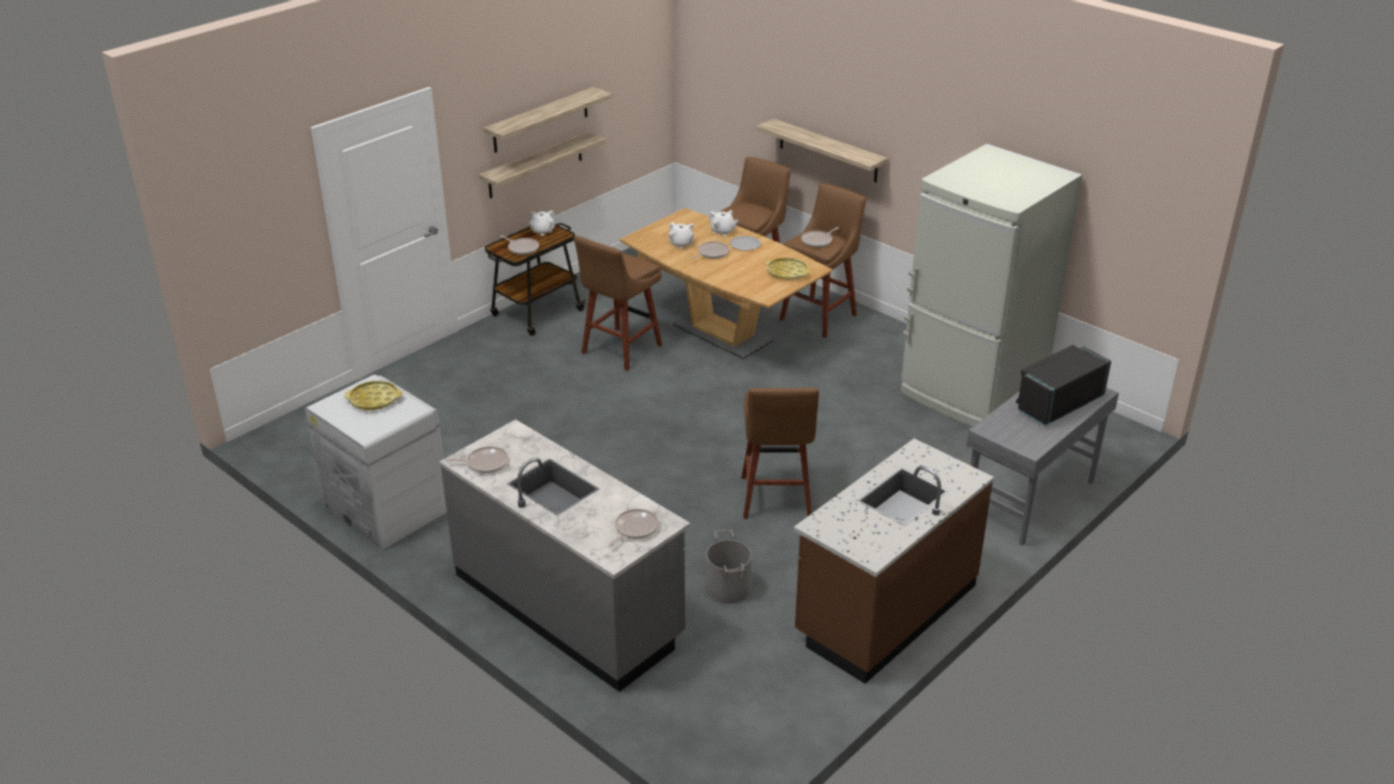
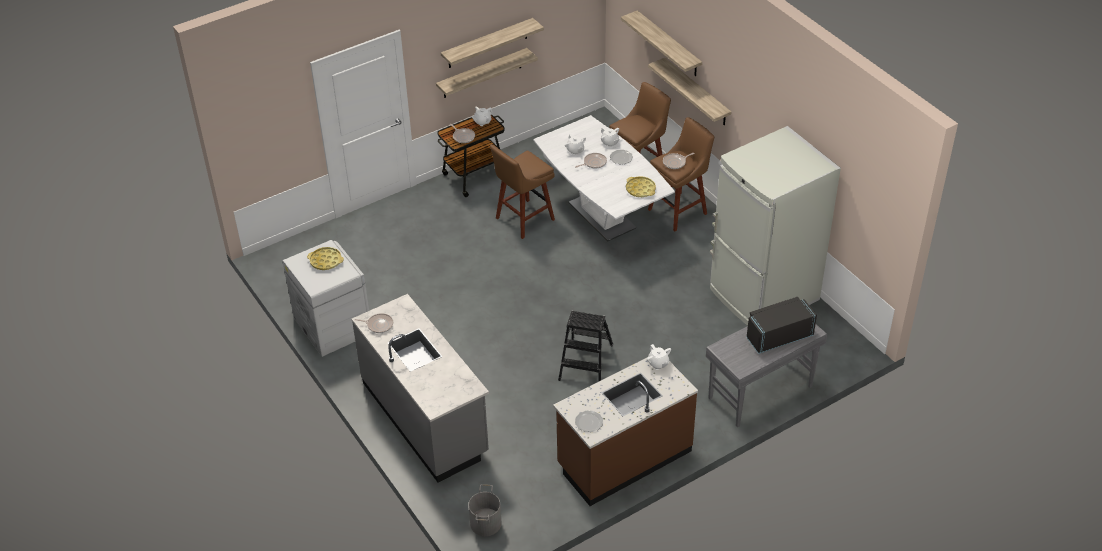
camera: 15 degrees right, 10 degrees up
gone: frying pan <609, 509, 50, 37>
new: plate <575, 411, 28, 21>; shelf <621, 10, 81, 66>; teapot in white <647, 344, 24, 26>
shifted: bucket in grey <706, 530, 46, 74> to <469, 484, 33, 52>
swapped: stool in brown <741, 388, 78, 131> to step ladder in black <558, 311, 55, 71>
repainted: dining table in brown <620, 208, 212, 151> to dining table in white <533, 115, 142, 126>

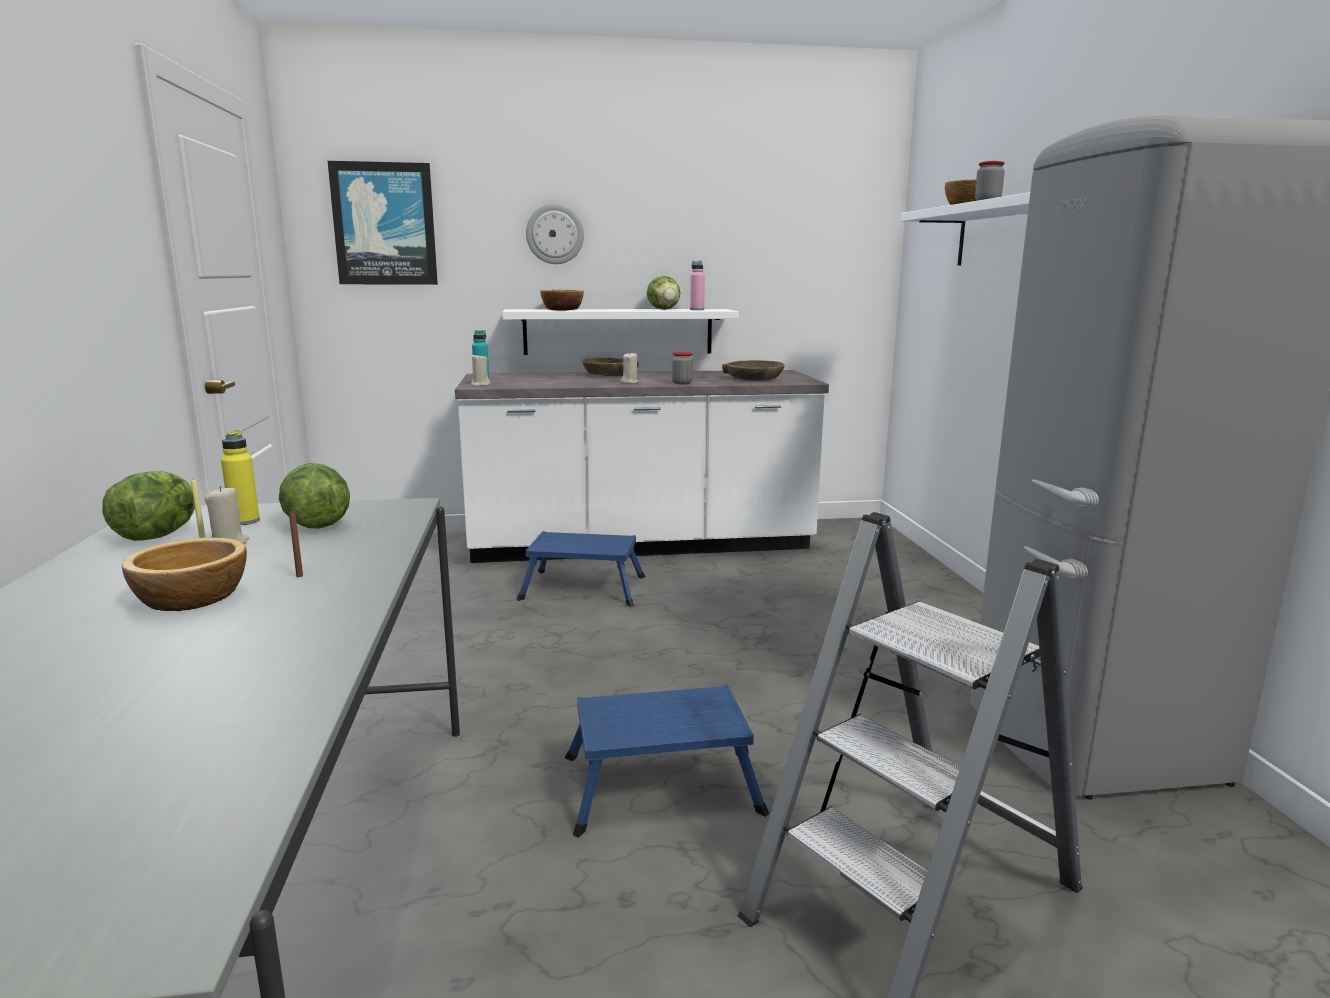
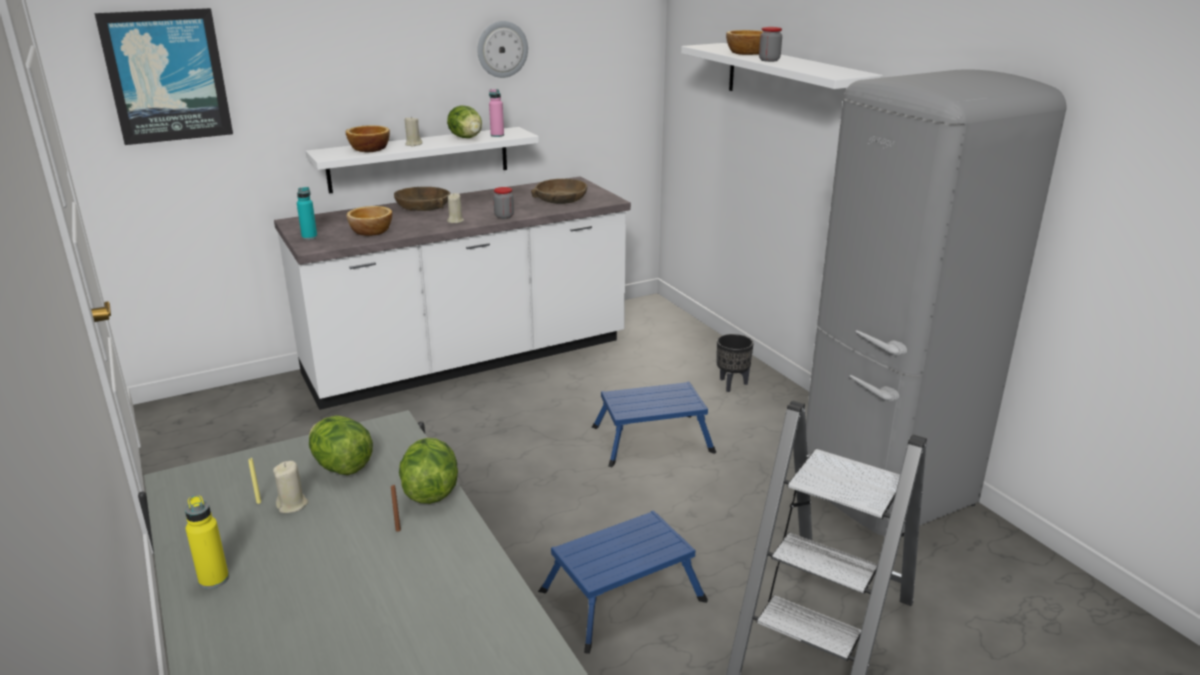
camera: 20 degrees left, 10 degrees up
new: planter in black <717, 334, 37, 58>
shifted: bottle in yellow <221, 430, 39, 95> to <185, 495, 44, 94>; bowl <122, 538, 125, 73> to <346, 206, 46, 30>; lettuce <102, 471, 93, 70> to <399, 438, 59, 66>; candle in beige <471, 354, 20, 32> to <405, 117, 17, 30>; wall clock <526, 204, 58, 60> to <477, 21, 51, 57>; step ladder in blue <516, 531, 130, 76> to <592, 381, 124, 86>

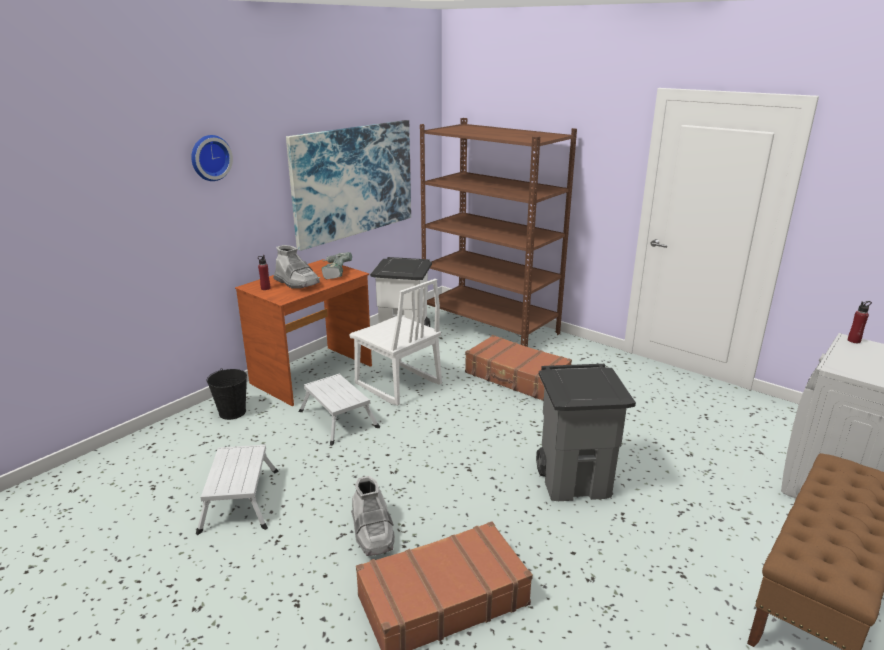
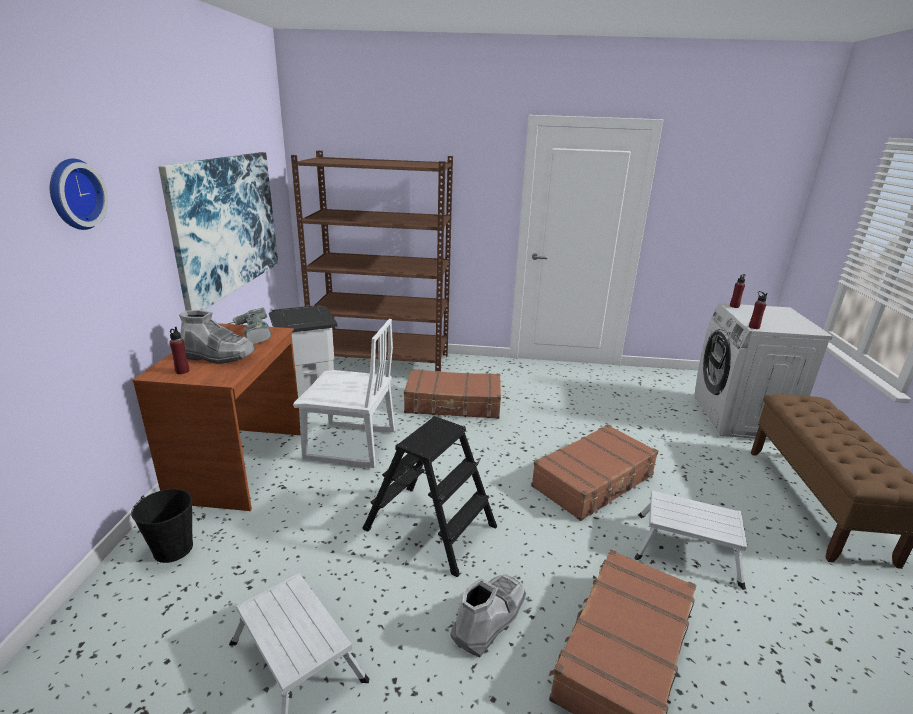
camera: 35 degrees left, 0 degrees up
new: step ladder in black <362, 416, 135, 161>; bottle in red <749, 291, 18, 38>
shifted: step ladder in white <298, 373, 82, 73> to <634, 490, 113, 100>
swapped: trash can in grey <536, 364, 100, 137> to suitcase in brown <531, 424, 127, 97>
rotated: boot in grey <351, 476, 44, 80> = <450, 575, 76, 83> 90 degrees counterclockwise

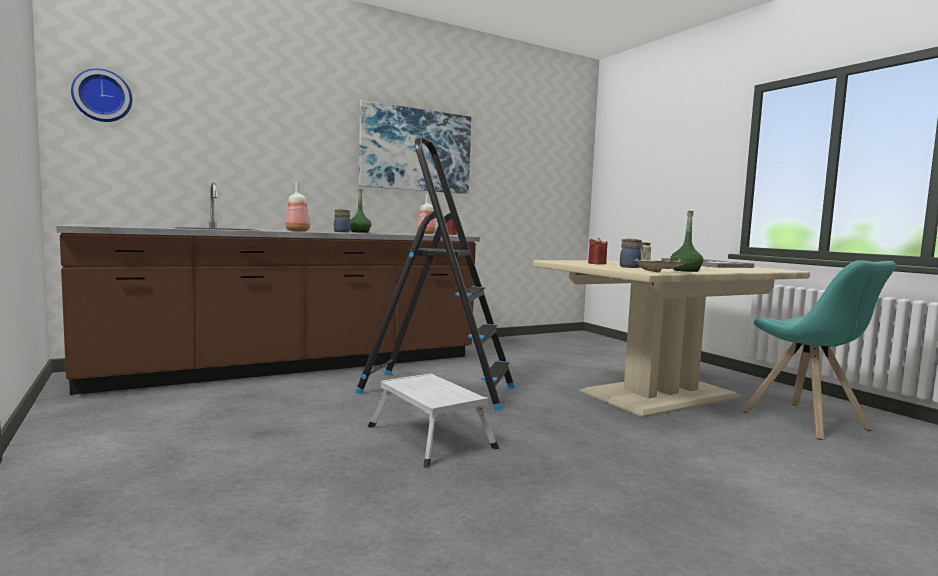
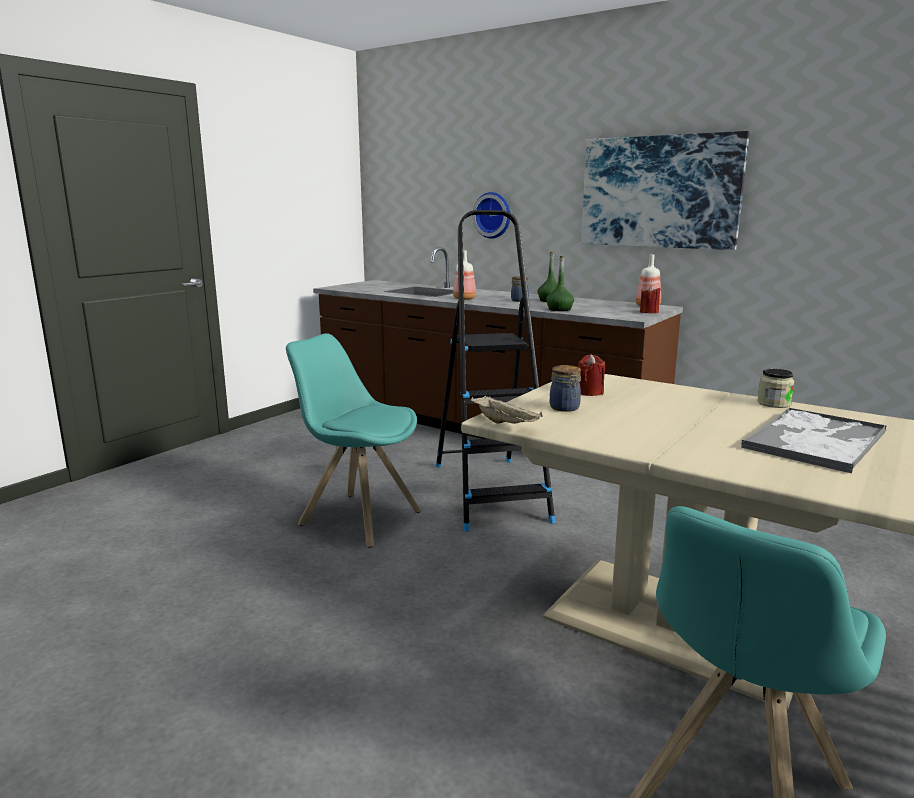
camera: 65 degrees right, 10 degrees up
shifted: wall clock <71, 68, 61, 54> to <472, 192, 39, 47>; bottle in green <670, 211, 33, 61> to <546, 256, 28, 55>
swapped: step ladder in white <367, 373, 132, 95> to chair in turquoise <286, 333, 135, 214>

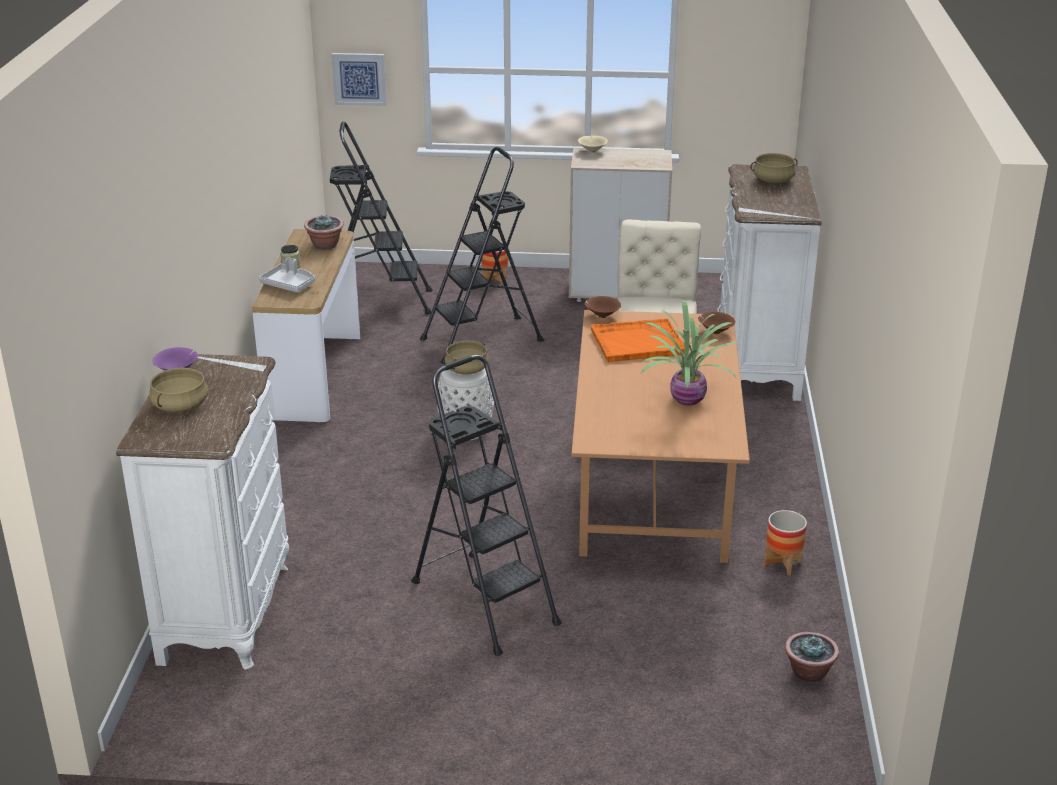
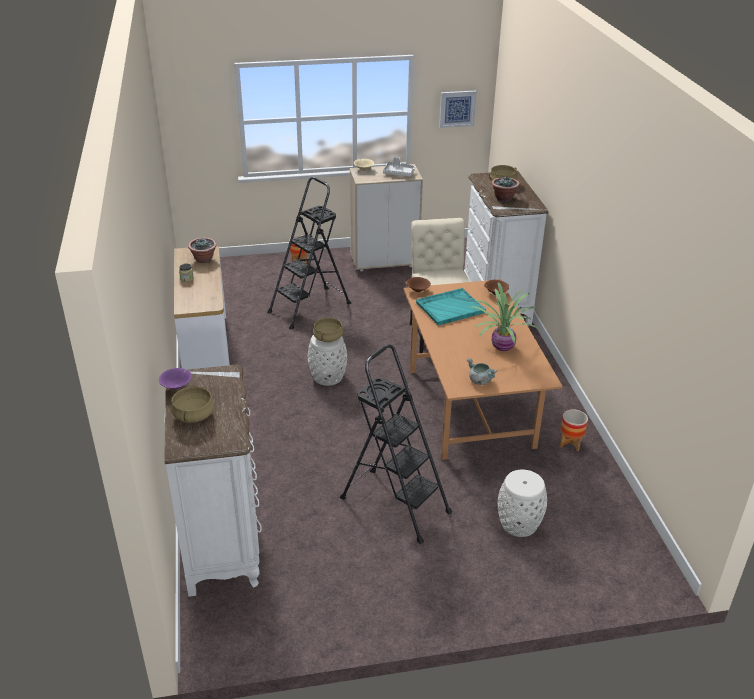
camera: 15 degrees left, 5 degrees up
gone: step ladder <330, 121, 103, 194>
new: cooking pot in grey <467, 358, 30, 27>; stool in white <498, 470, 49, 67>
shifted: tray in grey <259, 257, 56, 35> to <383, 157, 32, 20>; picture <331, 53, 56, 53> to <439, 91, 38, 37>; potted plant <785, 632, 54, 51> to <492, 177, 28, 25>
repainted: tray in orange <591, 319, 93, 43> to tray in turquoise <416, 288, 70, 38>

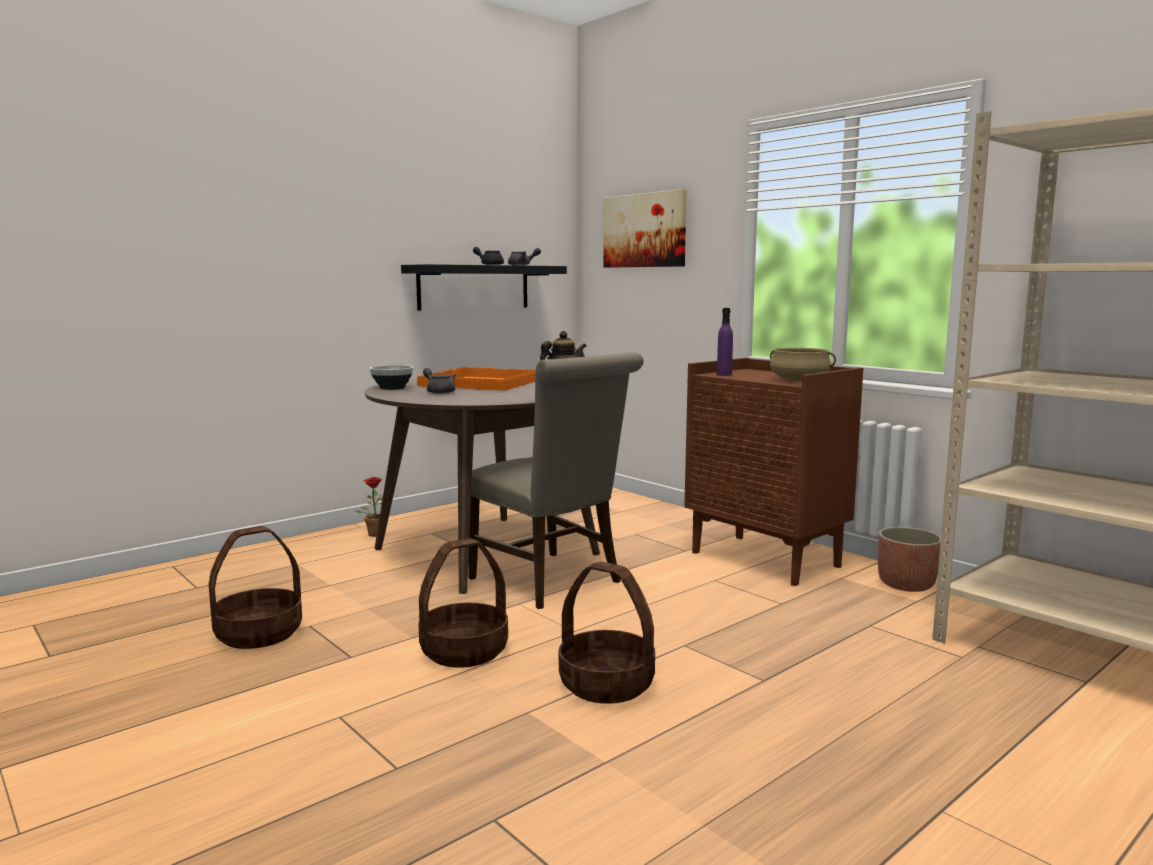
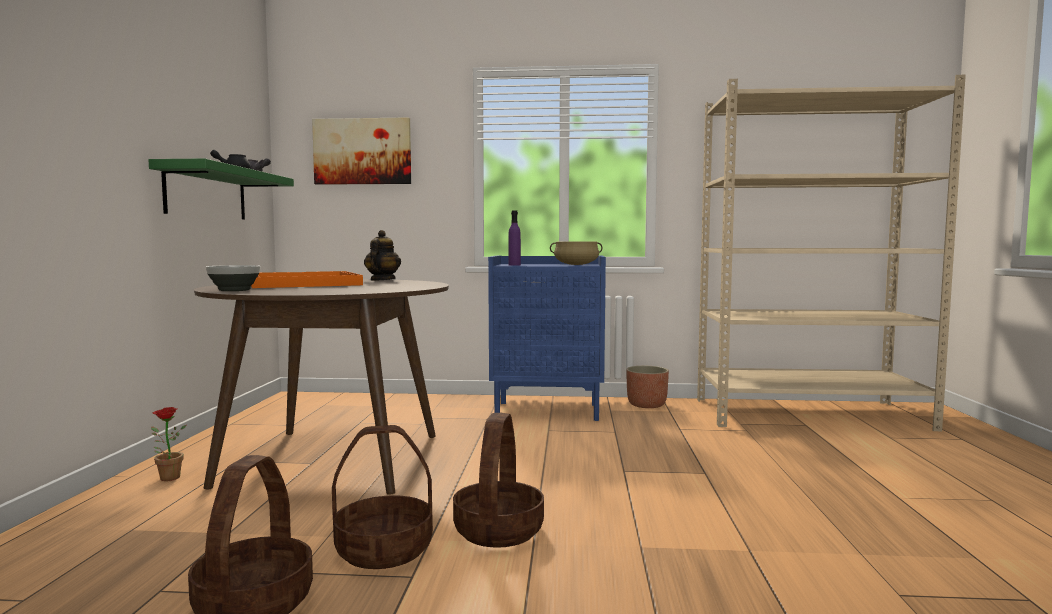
camera: 45 degrees left, 5 degrees down
gone: teapot in grey <423, 368, 33, 26>; chair in beige <469, 352, 175, 257>
shifted: basket <559, 561, 96, 143> to <332, 425, 101, 144>
repainted: shelf in black <401, 264, 166, 47> to shelf in green <148, 159, 146, 60>; cabinet in brown <684, 358, 179, 228> to cabinet in blue <488, 255, 118, 166>

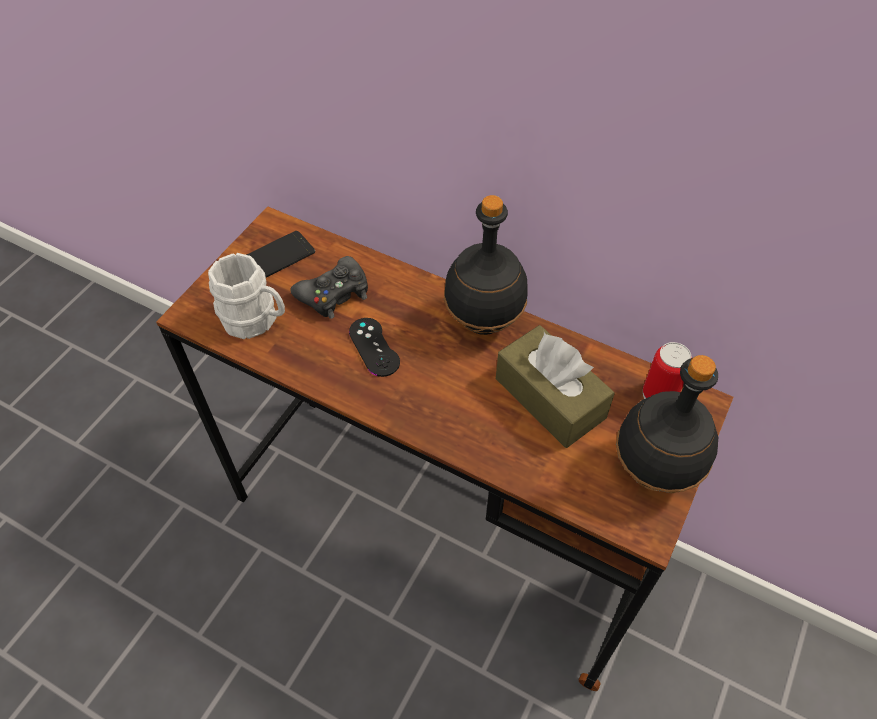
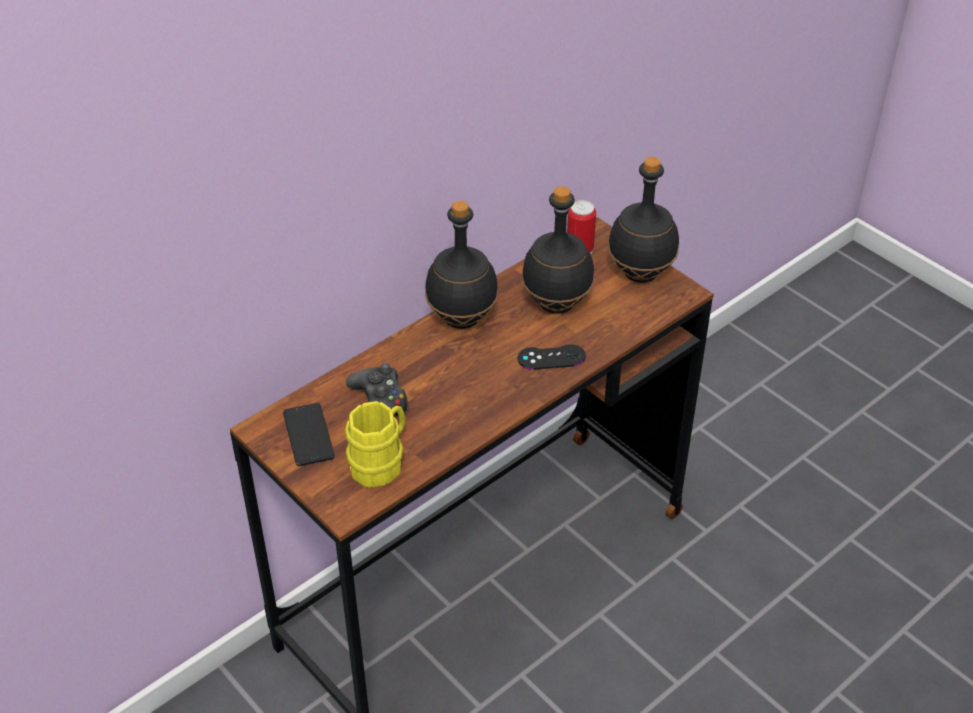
camera: 70 degrees left, 10 degrees down
shifted: game controller in black <349, 318, 51, 59> to <518, 344, 68, 26>
swapped: tissue box in brown <496, 325, 119, 123> to bottle in black <522, 186, 72, 128>
repainted: mug in white <208, 253, 77, 86> to mug in yellow <345, 401, 60, 87>

